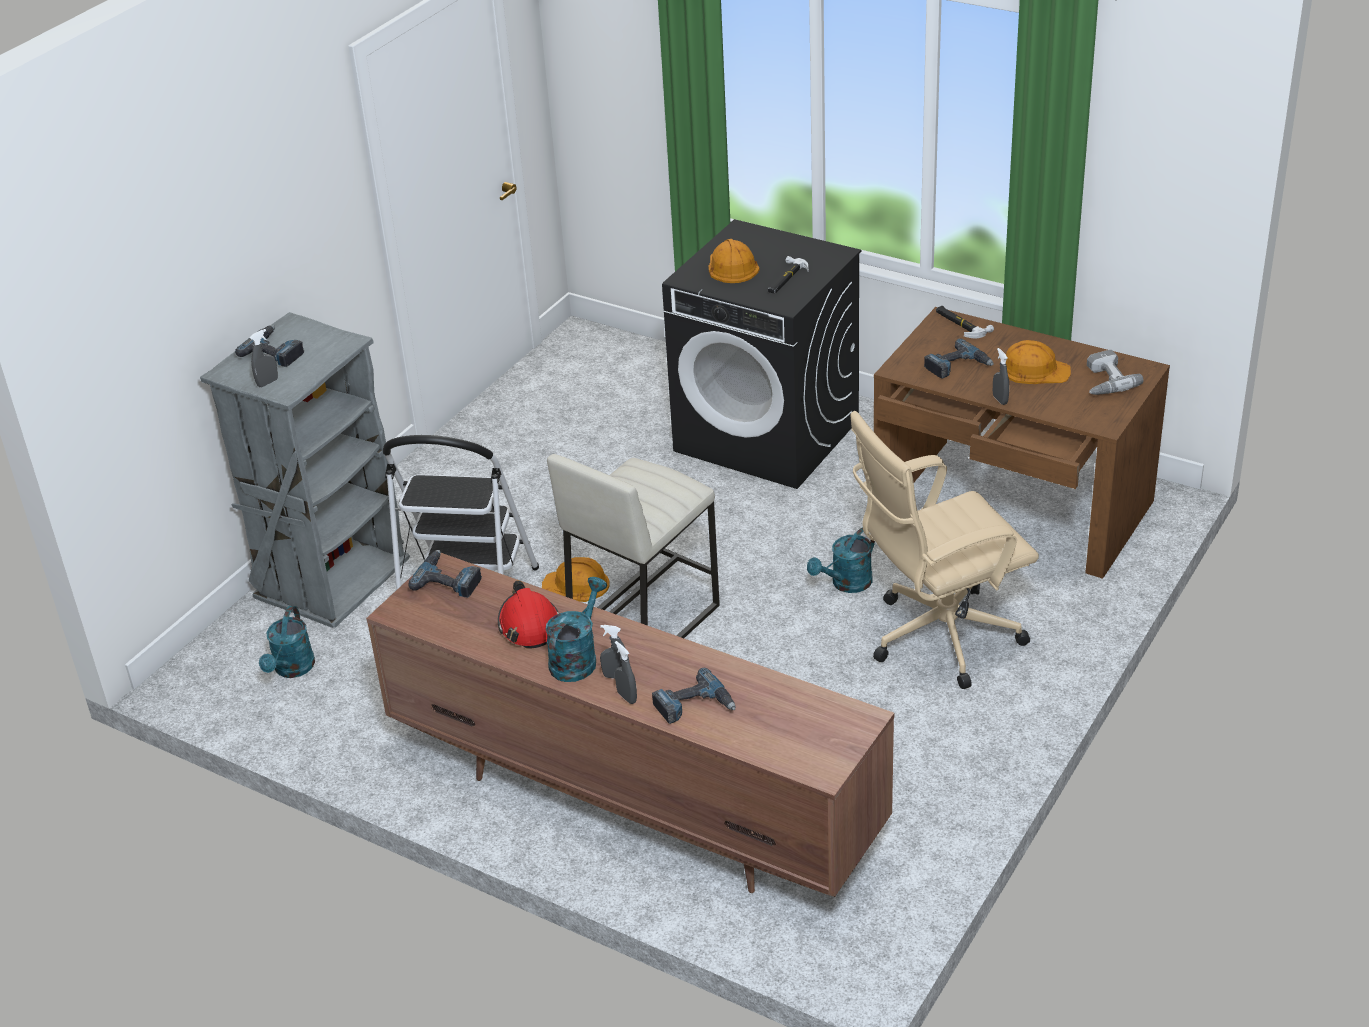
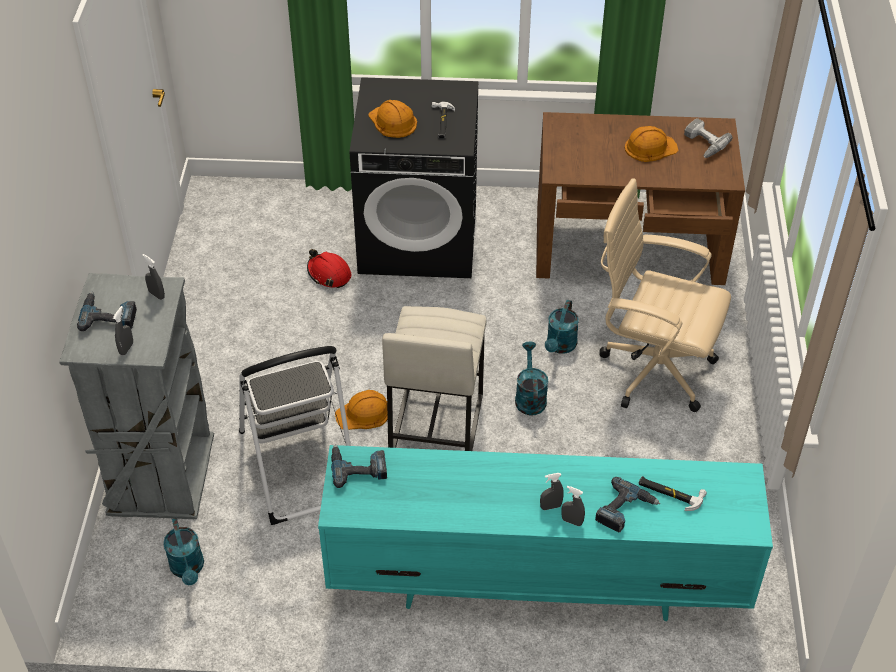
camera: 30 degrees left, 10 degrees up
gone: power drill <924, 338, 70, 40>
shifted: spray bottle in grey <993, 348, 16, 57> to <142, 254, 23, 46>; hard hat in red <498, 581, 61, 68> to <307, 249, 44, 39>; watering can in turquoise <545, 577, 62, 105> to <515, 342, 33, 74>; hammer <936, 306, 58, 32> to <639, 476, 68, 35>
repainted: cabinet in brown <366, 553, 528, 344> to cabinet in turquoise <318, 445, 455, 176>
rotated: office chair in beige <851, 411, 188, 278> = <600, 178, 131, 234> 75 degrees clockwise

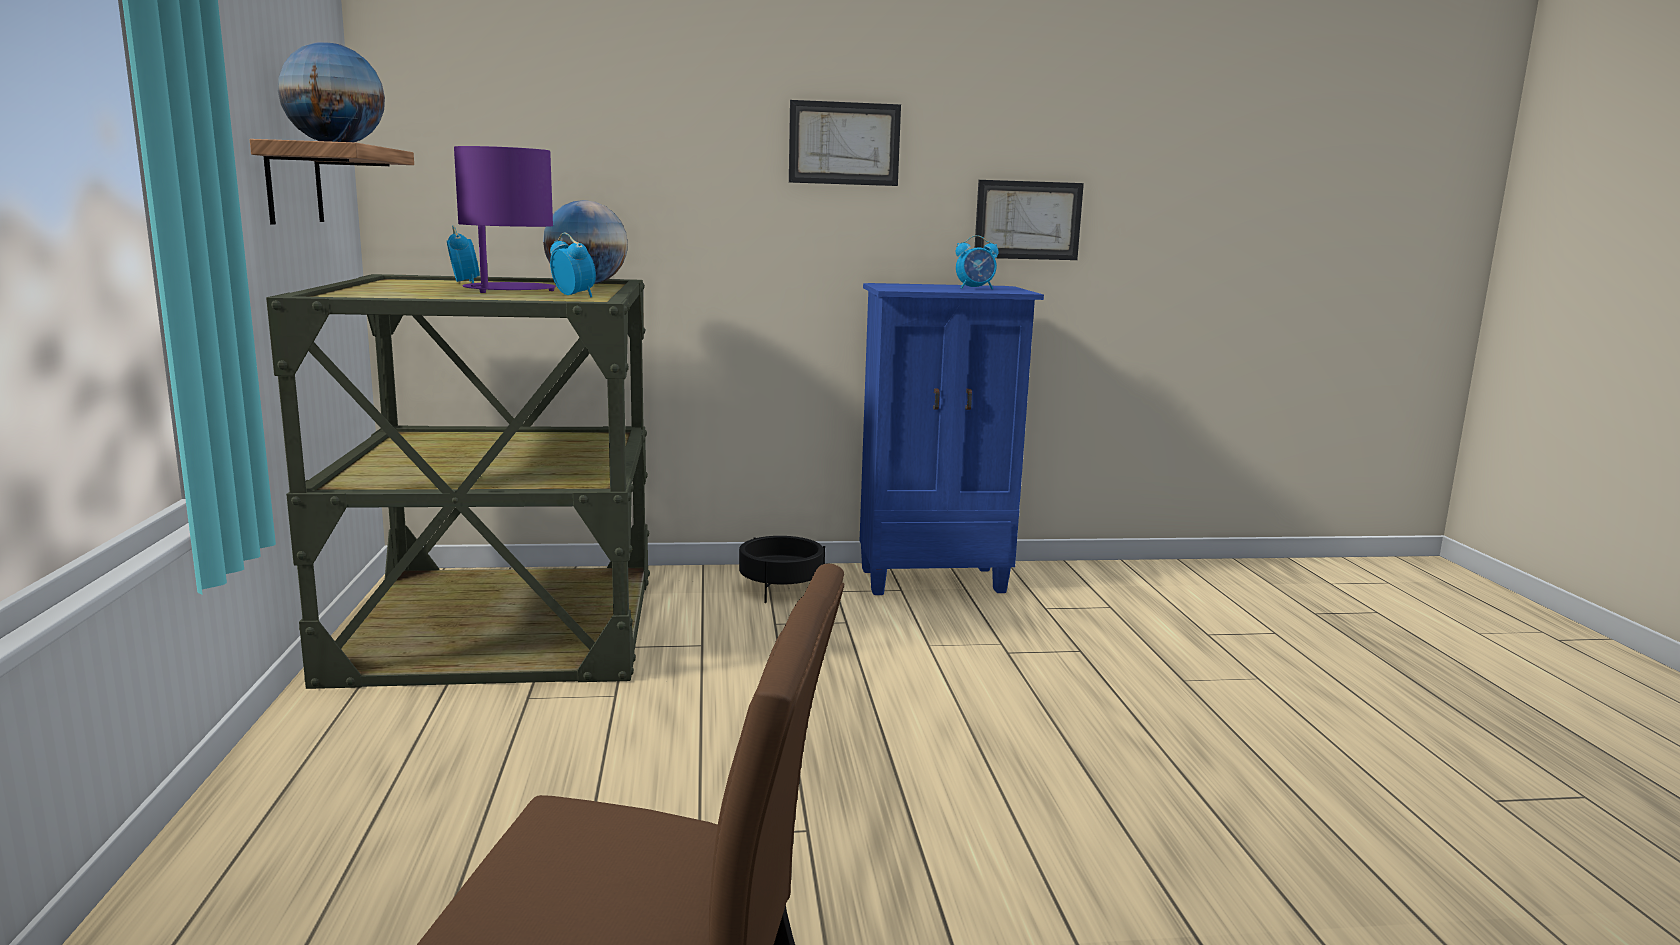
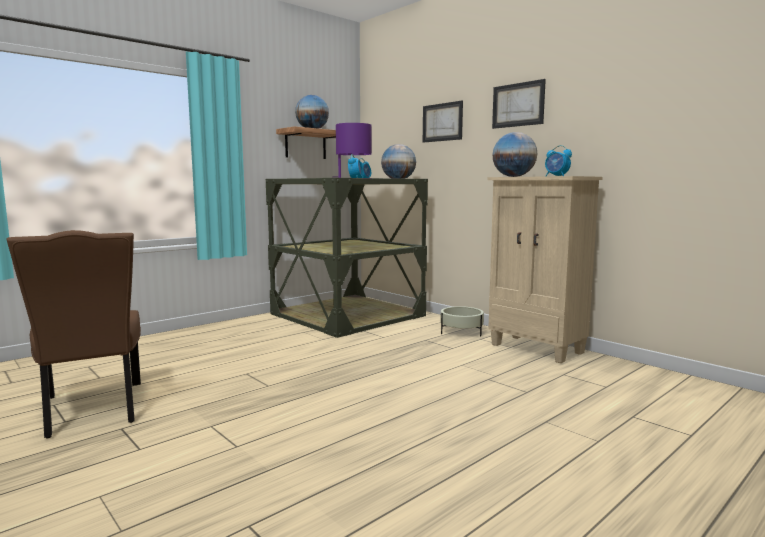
camera: 55 degrees right, 5 degrees down
new: globe <492, 132, 45, 45>
shifted: picture <975, 180, 109, 80> to <423, 101, 40, 42>
repainted: planter in black <739, 536, 86, 67> to planter in beige <441, 306, 43, 30>; cabinet in blue <860, 283, 184, 312> to cabinet in beige <488, 176, 115, 187>

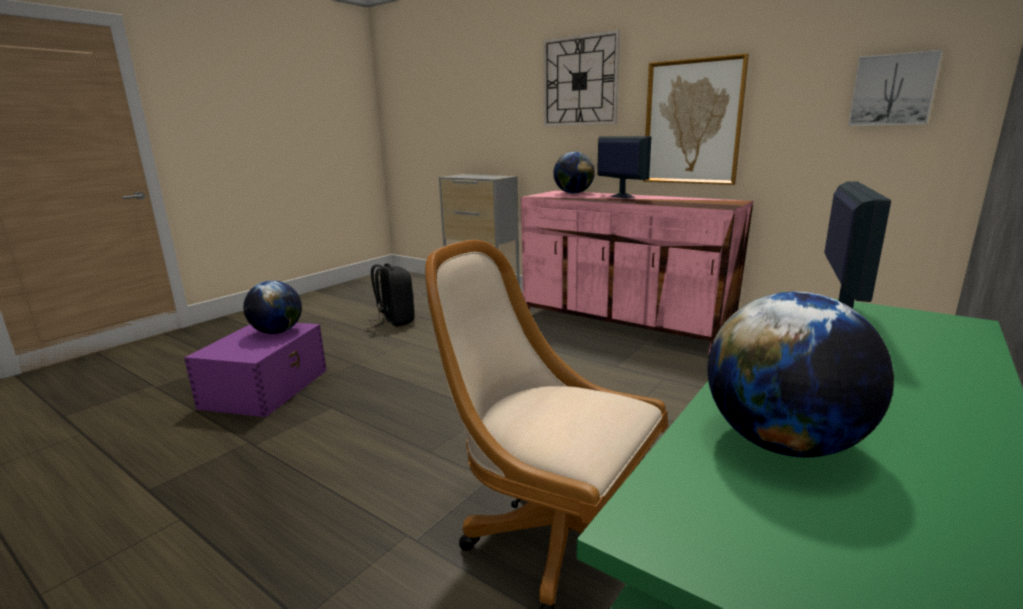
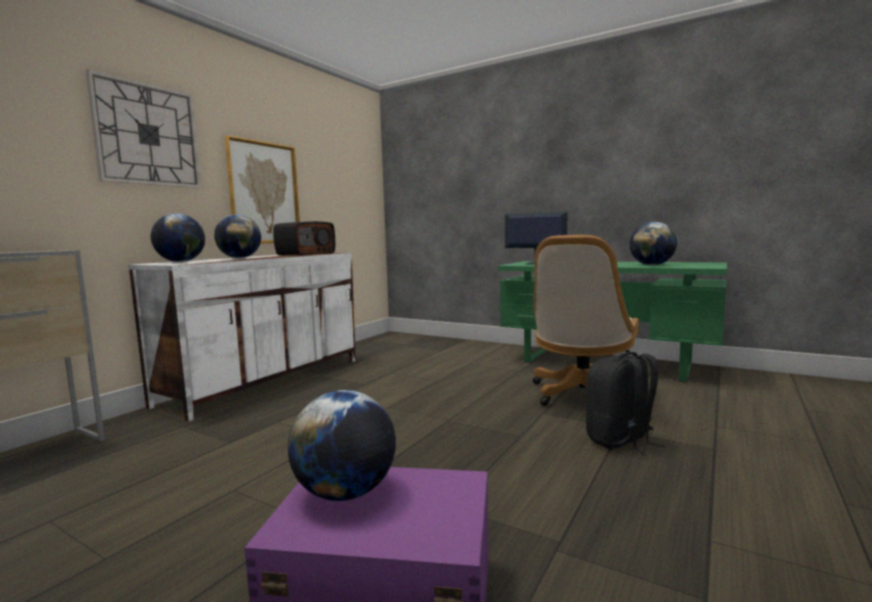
camera: 95 degrees left, 10 degrees down
gone: picture <848, 50, 94, 76>
new: radio <273, 221, 62, 34>
shifted: backpack in black <369, 263, 46, 64> to <586, 352, 79, 104>
swapped: monitor <597, 136, 54, 63> to globe <214, 214, 47, 44>
repainted: cabinet in pink <521, 191, 232, 163> to cabinet in white <128, 253, 228, 169>

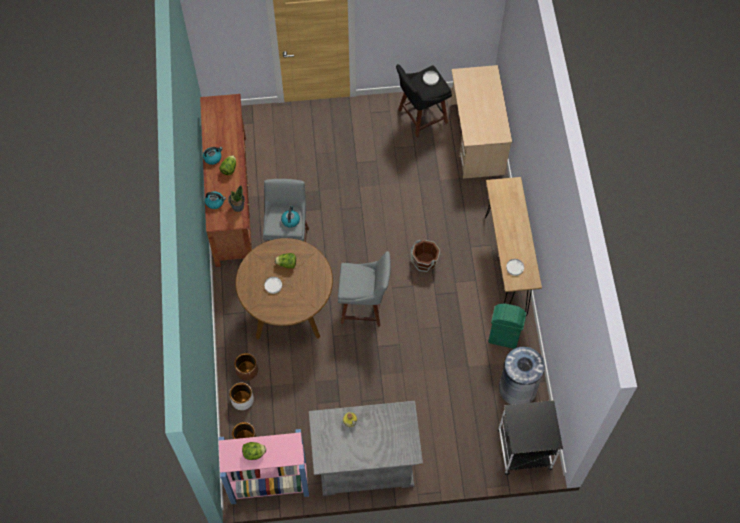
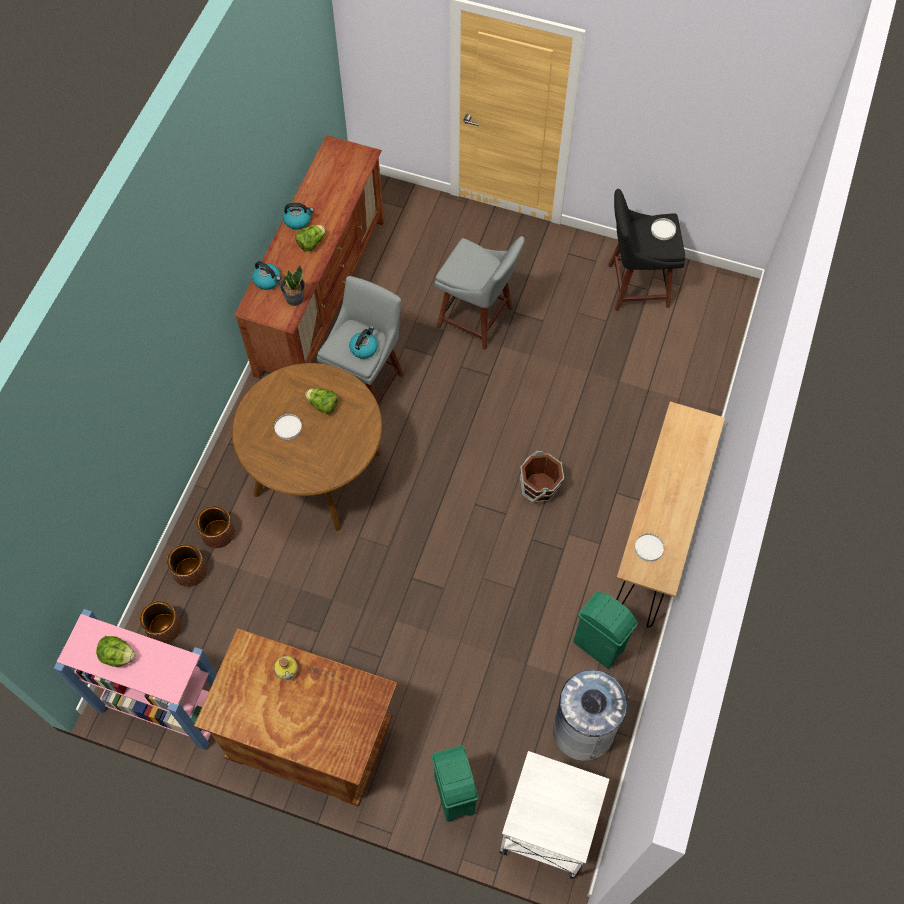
camera: 25 degrees right, 0 degrees up
gone: desk in beige <451, 65, 61, 114>
new: trash can in green <431, 745, 47, 77>
shifted: stool in grey <338, 251, 53, 76> to <435, 236, 90, 114>
repainted: planter in white <229, 382, 25, 28> to planter in brown <167, 544, 40, 43>; cabinet in grey <309, 401, 114, 95> to cabinet in brown <194, 628, 203, 179>; cart in black <498, 400, 65, 75> to cart in white <499, 751, 110, 128>

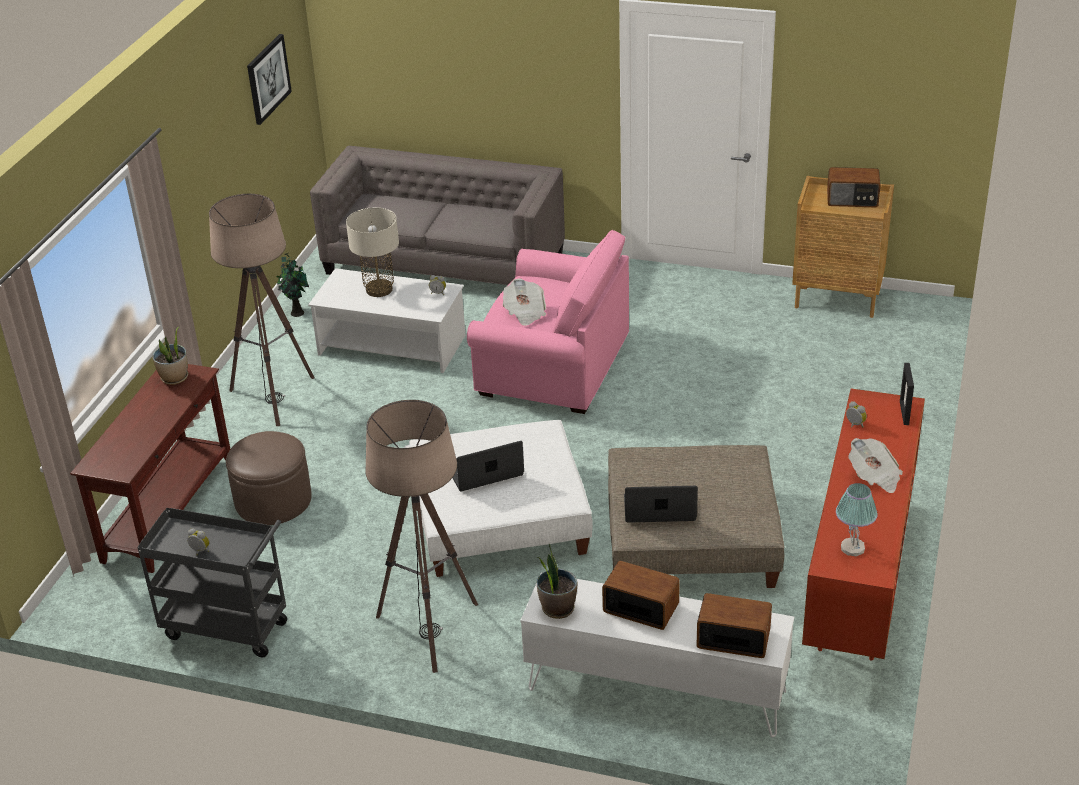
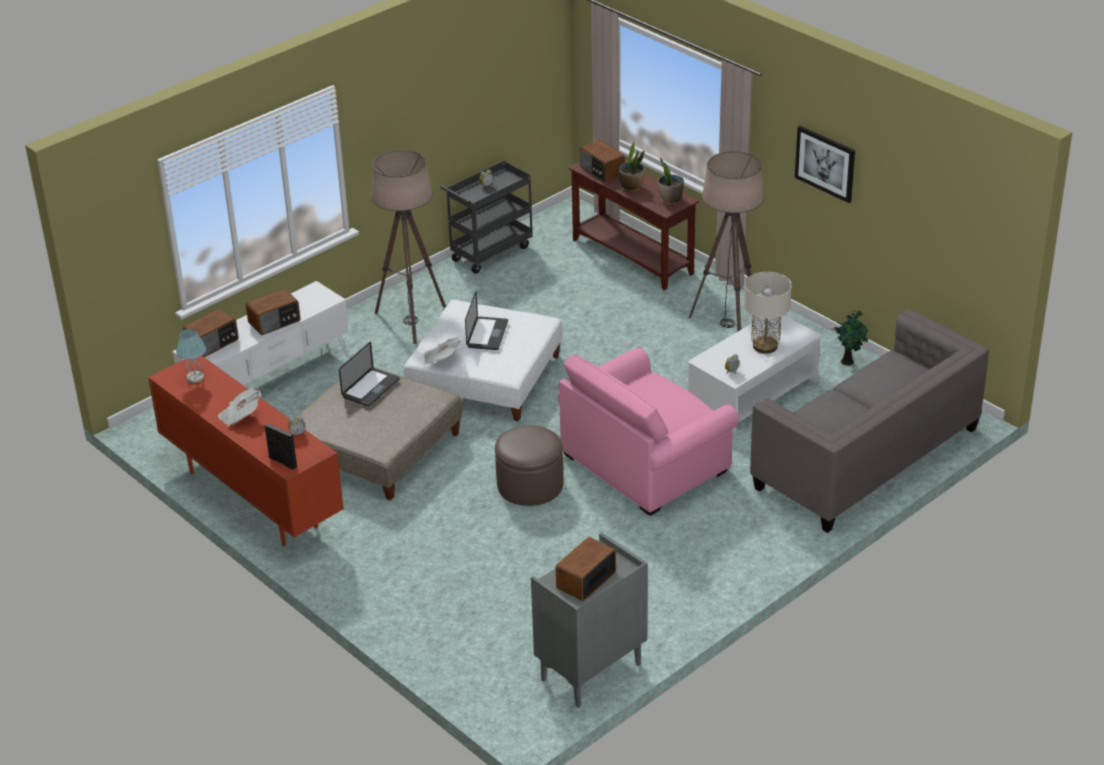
camera: 120 degrees right, 0 degrees up
new: radio <580, 140, 45, 43>
shifted: newspaper <503, 278, 43, 48> to <424, 337, 37, 27>; ottoman in brown <226, 431, 86, 94> to <495, 425, 68, 81>; potted plant <537, 544, 40, 75> to <619, 141, 26, 51>; picture <247, 34, 45, 91> to <795, 126, 60, 77>
repainted: cabinet in brown <792, 176, 102, 142> to cabinet in grey <531, 533, 117, 175>

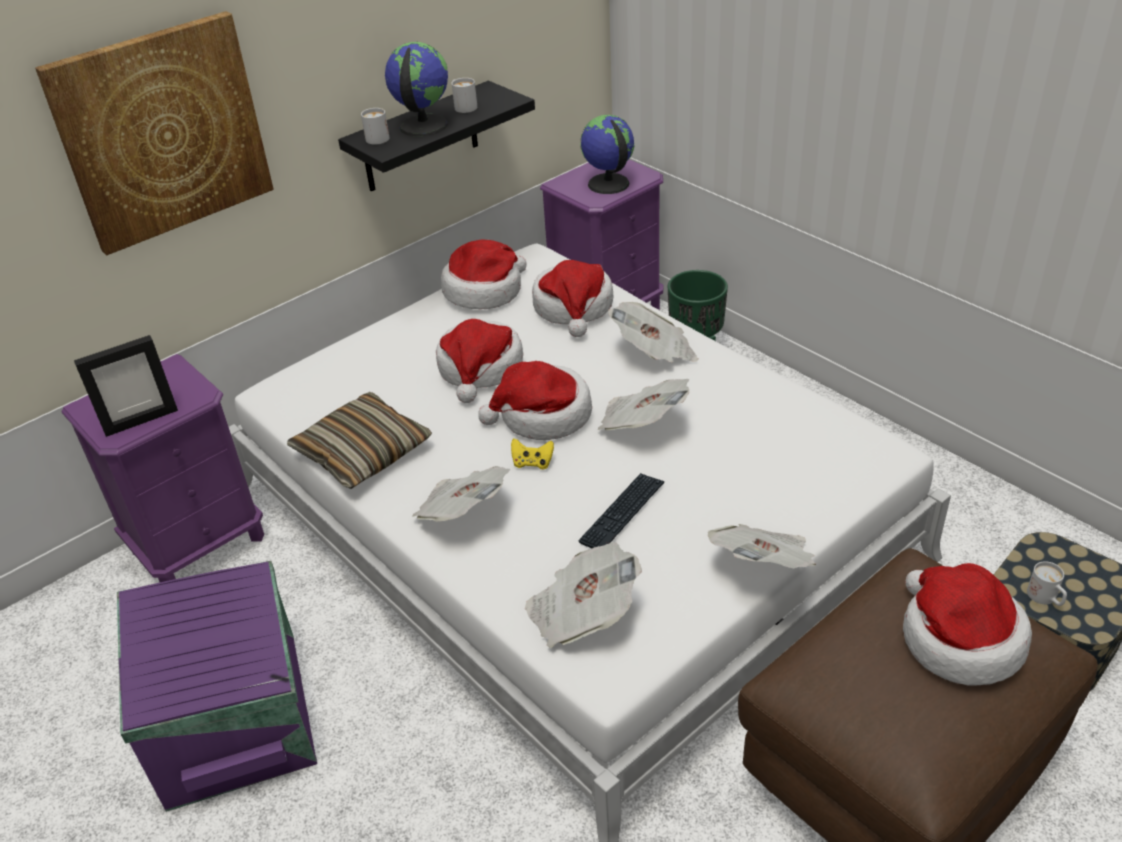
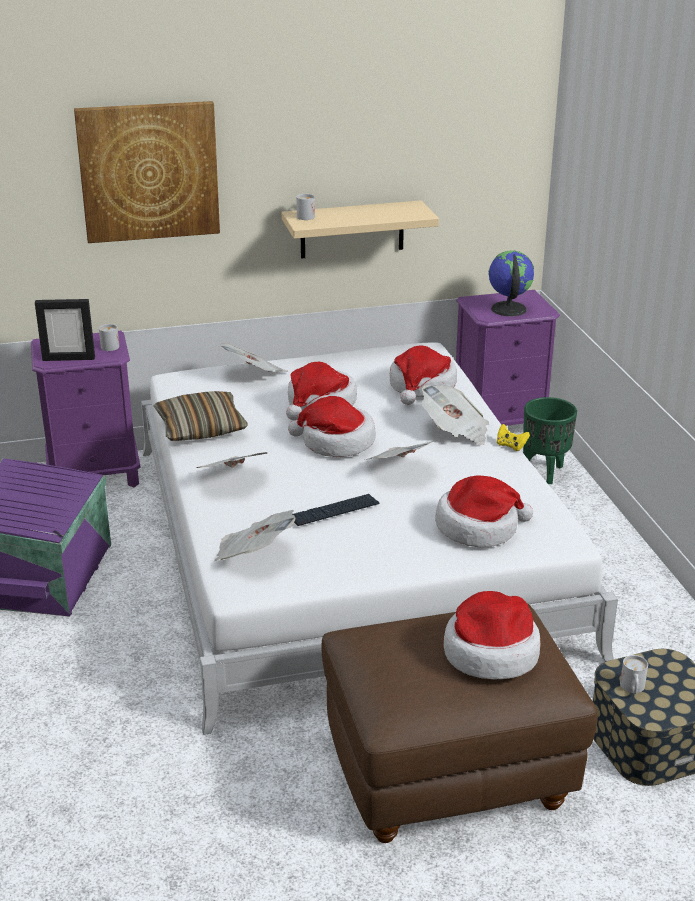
camera: 25 degrees right, 10 degrees down
gone: globe <385, 42, 63, 95>
shifted: mug in white <452, 78, 25, 35> to <99, 324, 20, 27>; newspaper <708, 524, 108, 44> to <219, 343, 69, 30>; hat <441, 240, 85, 69> to <435, 476, 98, 71>; game controller in yellow <511, 438, 43, 32> to <497, 424, 33, 27>
repainted: shelf in black <338, 81, 197, 110> to shelf in beige <282, 200, 157, 59>

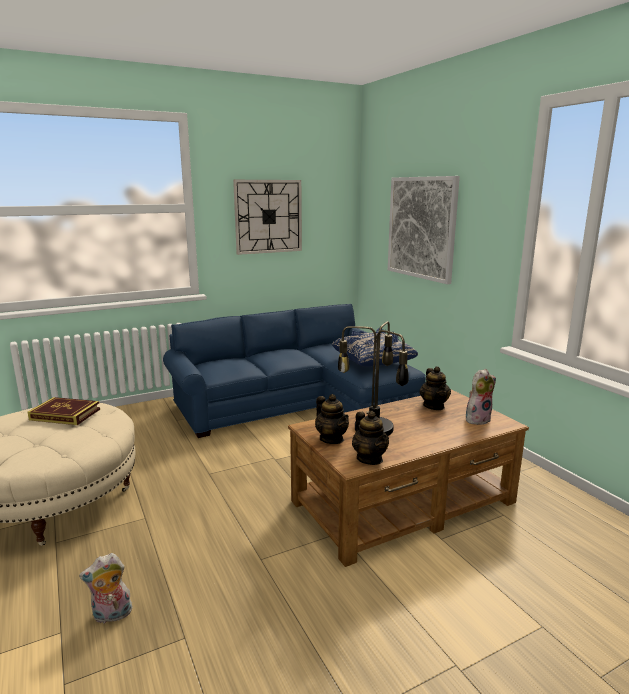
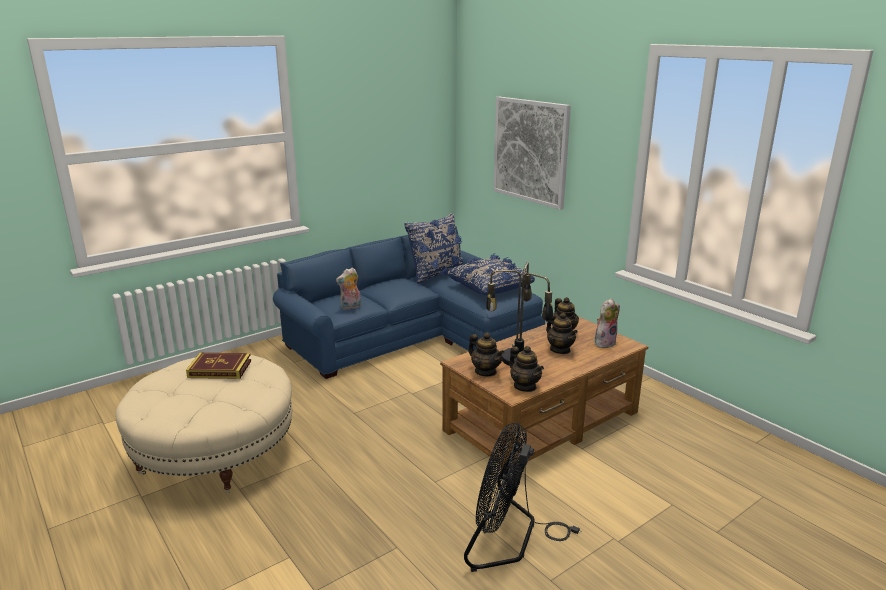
camera: 10 degrees left, 5 degrees up
gone: wall clock <233, 180, 69, 75>
new: pillow in blue <405, 214, 59, 70>; fan in black <464, 423, 117, 149>; teapot <546, 313, 32, 41>
shifted: plush toy <79, 553, 53, 71> to <336, 268, 25, 42>

